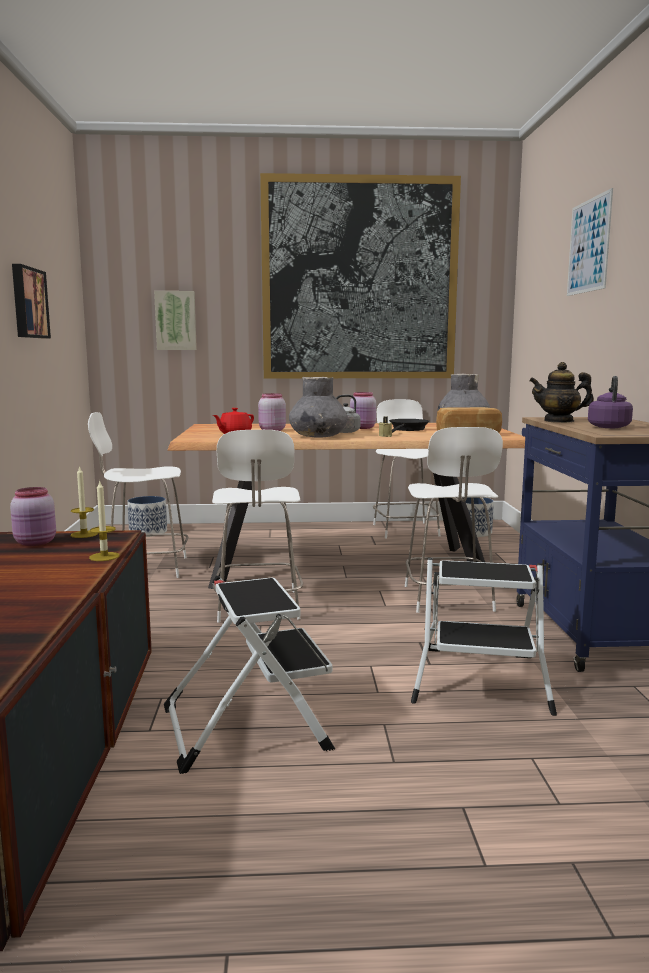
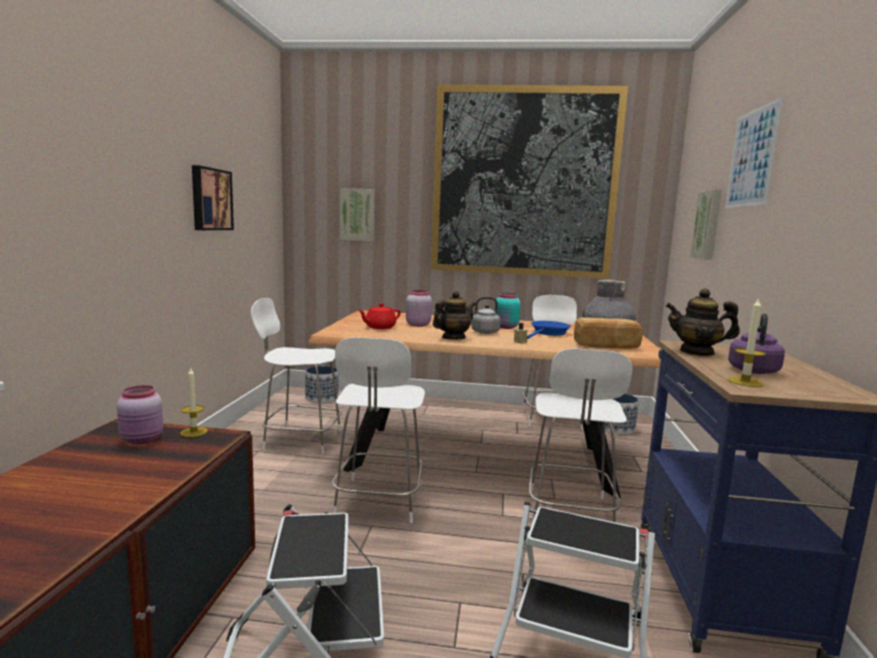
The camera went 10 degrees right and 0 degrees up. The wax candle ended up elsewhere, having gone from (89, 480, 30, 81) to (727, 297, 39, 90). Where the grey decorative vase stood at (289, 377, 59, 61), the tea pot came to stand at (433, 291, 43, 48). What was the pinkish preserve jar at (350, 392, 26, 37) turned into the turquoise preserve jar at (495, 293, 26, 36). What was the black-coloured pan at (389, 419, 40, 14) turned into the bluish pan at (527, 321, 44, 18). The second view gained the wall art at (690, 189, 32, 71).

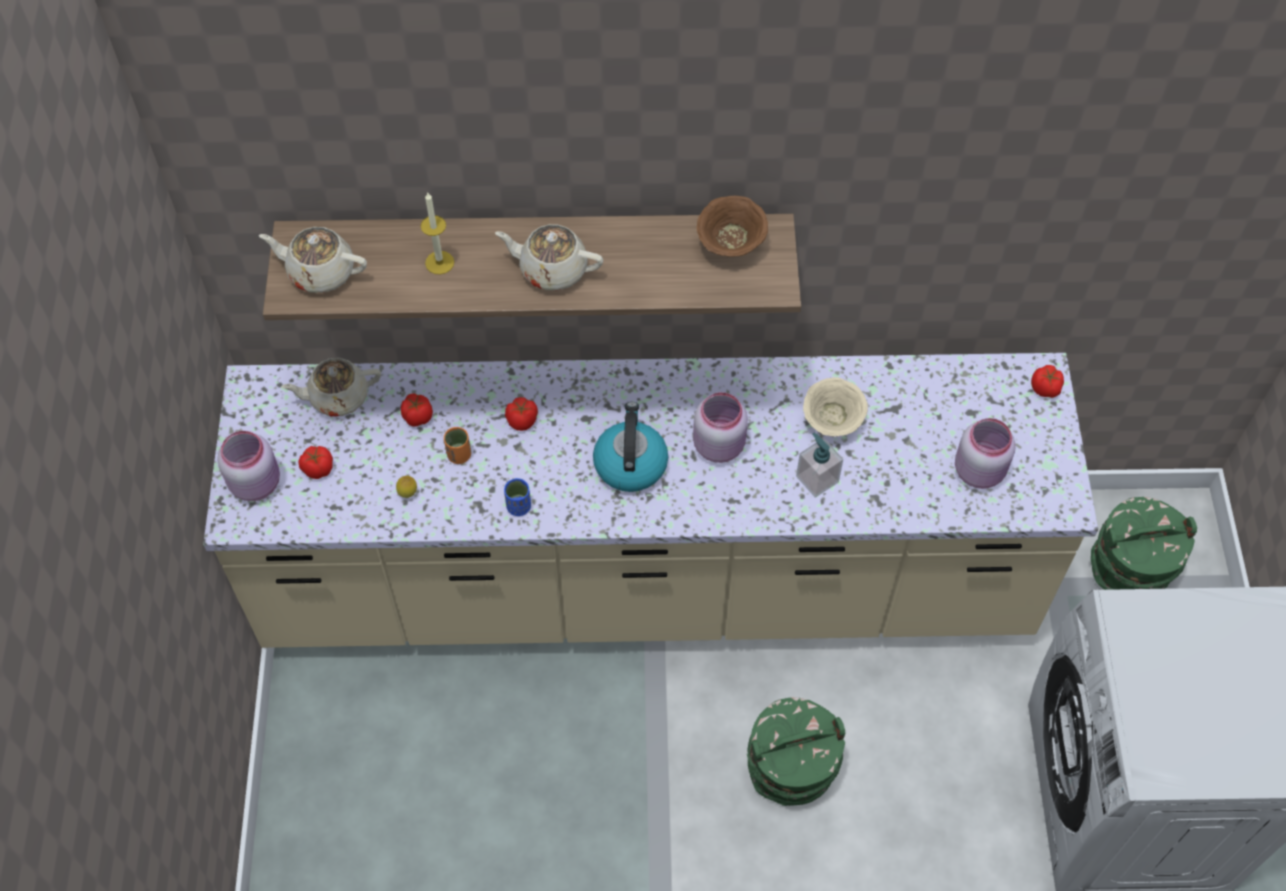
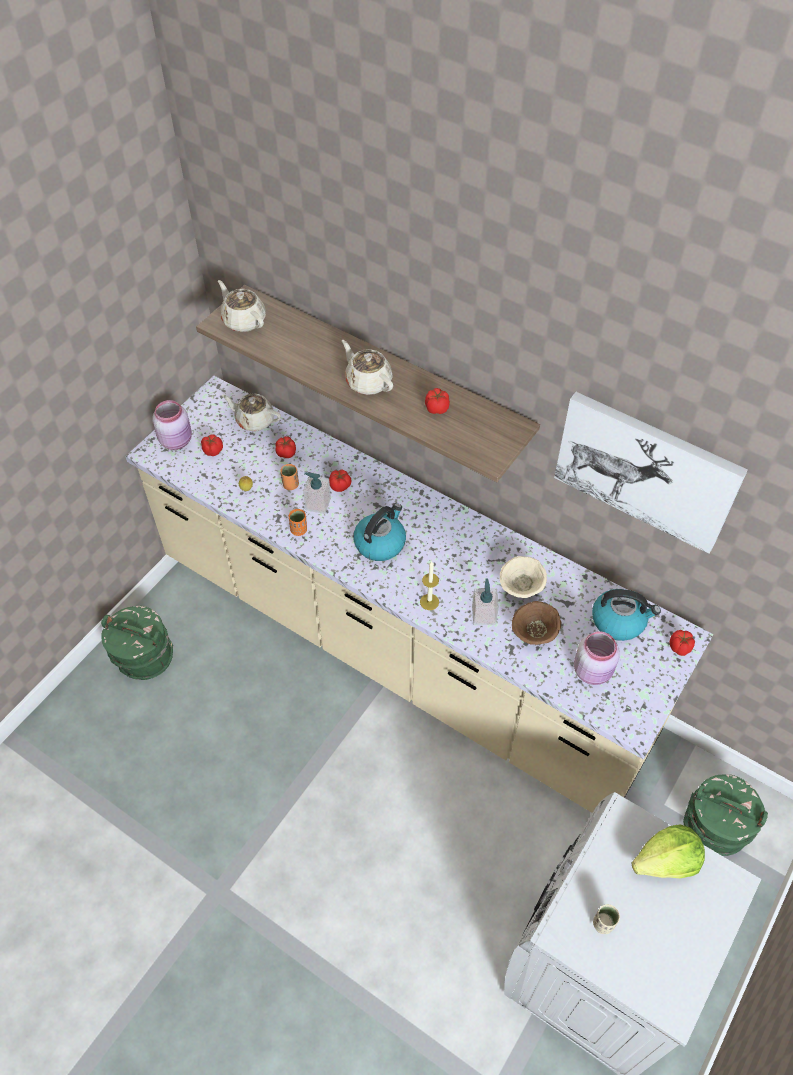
The camera went 35 degrees right and 5 degrees down. The wax candle ended up elsewhere, having gone from (421, 192, 33, 83) to (420, 561, 19, 49). What was the bluish cup at (504, 478, 27, 38) turned into the orange-coloured cup at (289, 509, 18, 27). The second view lost the pinkish preserve jar at (693, 392, 55, 71). The brown-coloured deep dish ended up elsewhere, having gone from (697, 196, 71, 61) to (512, 601, 49, 44). The green bucket ended up elsewhere, having gone from (747, 697, 98, 109) to (101, 606, 72, 74). The second view gained the liquid soap bottle at (303, 472, 28, 42). The second view gained the whole tomato at (425, 388, 25, 26). The second view gained the wall art at (554, 392, 194, 162). The second view gained the kettle at (592, 589, 69, 52). The second view gained the beige cup at (593, 904, 27, 30). The second view gained the head of lettuce at (631, 825, 74, 53).

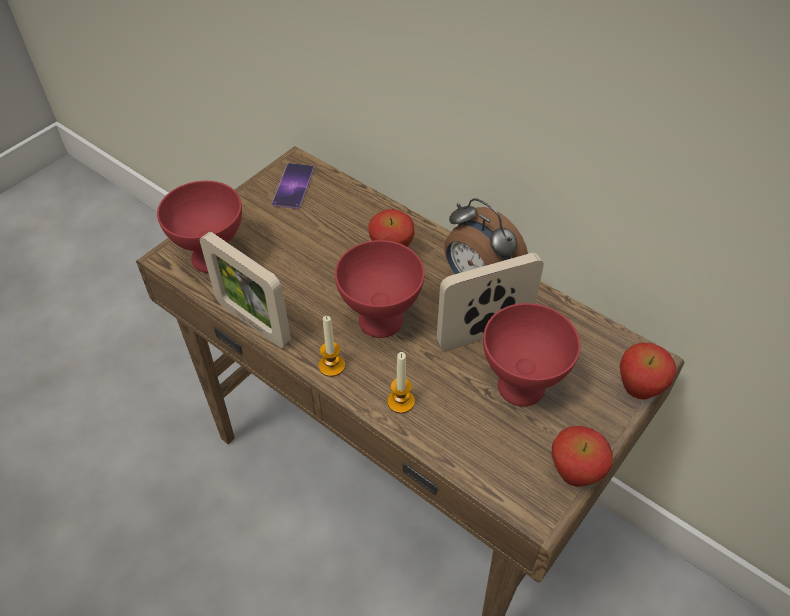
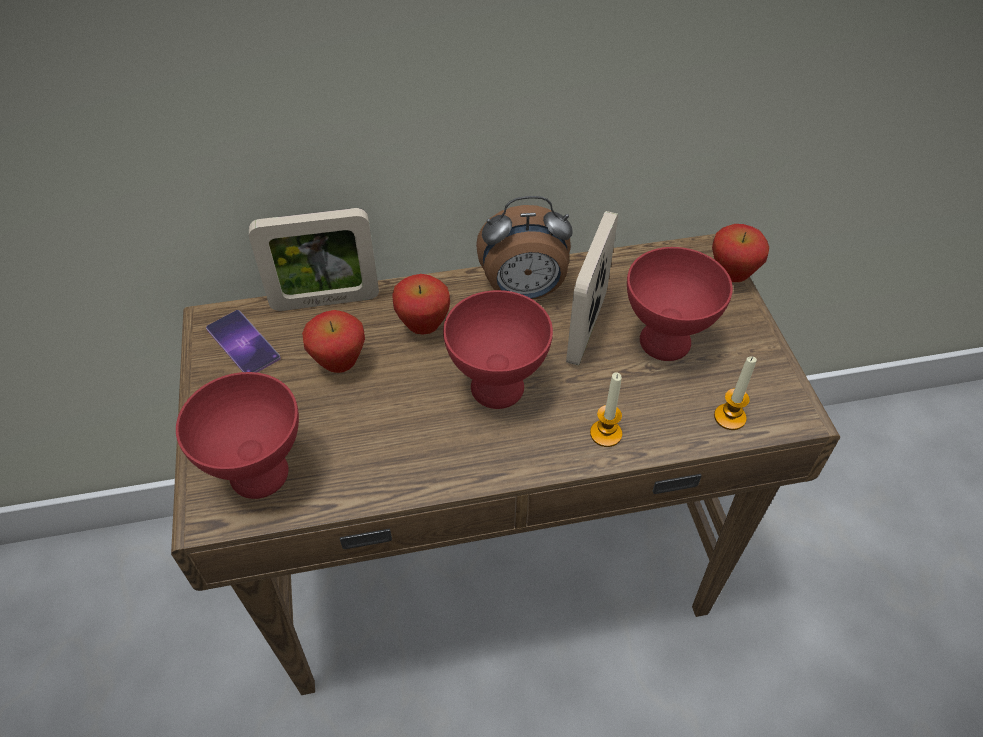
The camera went 50 degrees left and 0 degrees up. The picture frame ended up elsewhere, having gone from (200, 232, 91, 116) to (249, 208, 130, 103). The wax candle ended up elsewhere, having gone from (318, 316, 27, 61) to (714, 356, 43, 74). The apple fruit ended up elsewhere, having gone from (552, 426, 61, 61) to (302, 310, 63, 63).

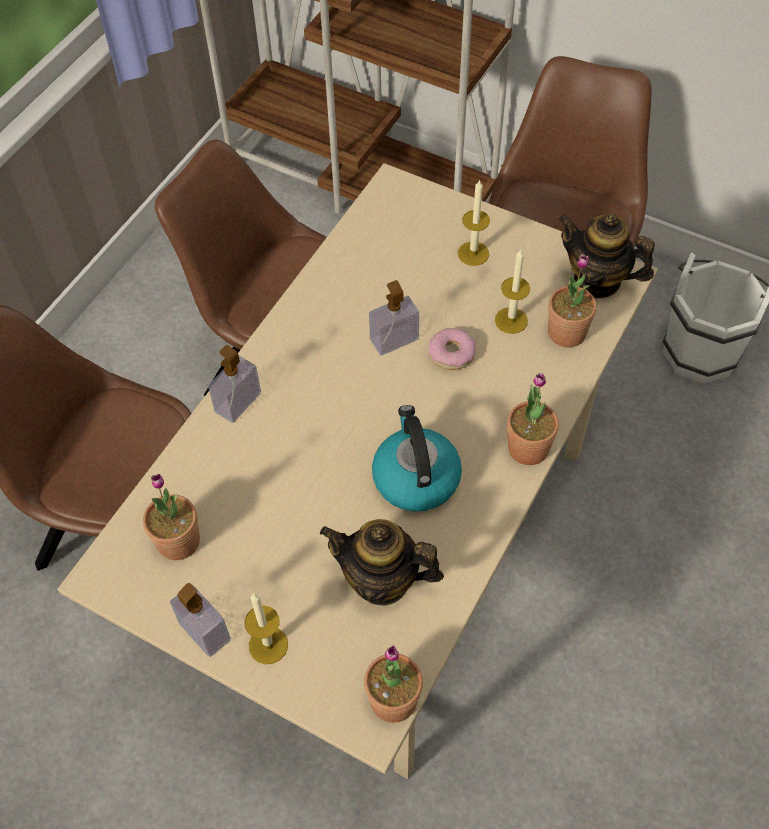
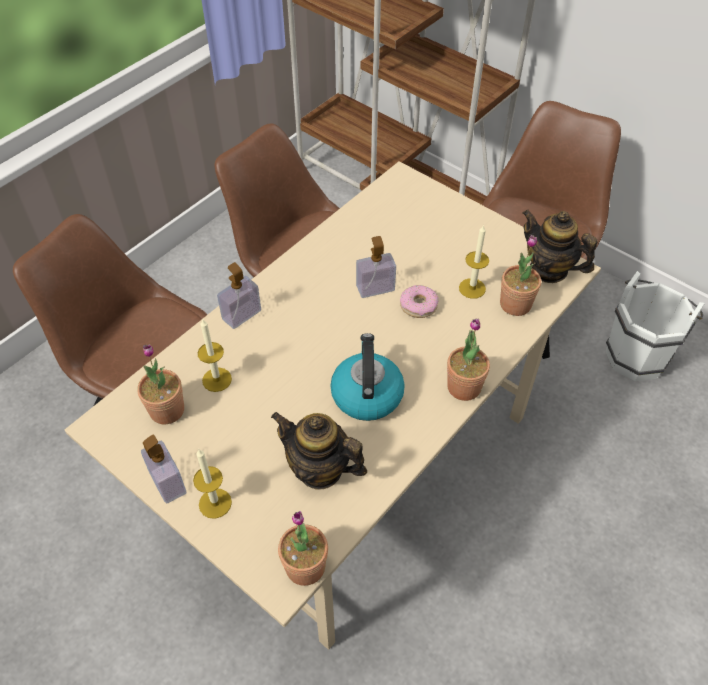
The camera went 10 degrees right and 5 degrees down. The wax candle ended up elsewhere, having gone from (458, 179, 32, 87) to (198, 320, 34, 72).

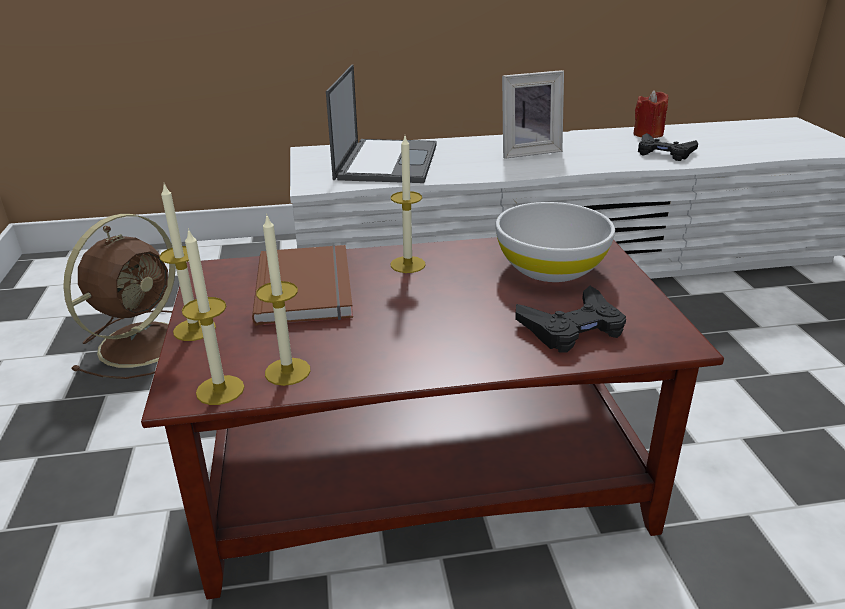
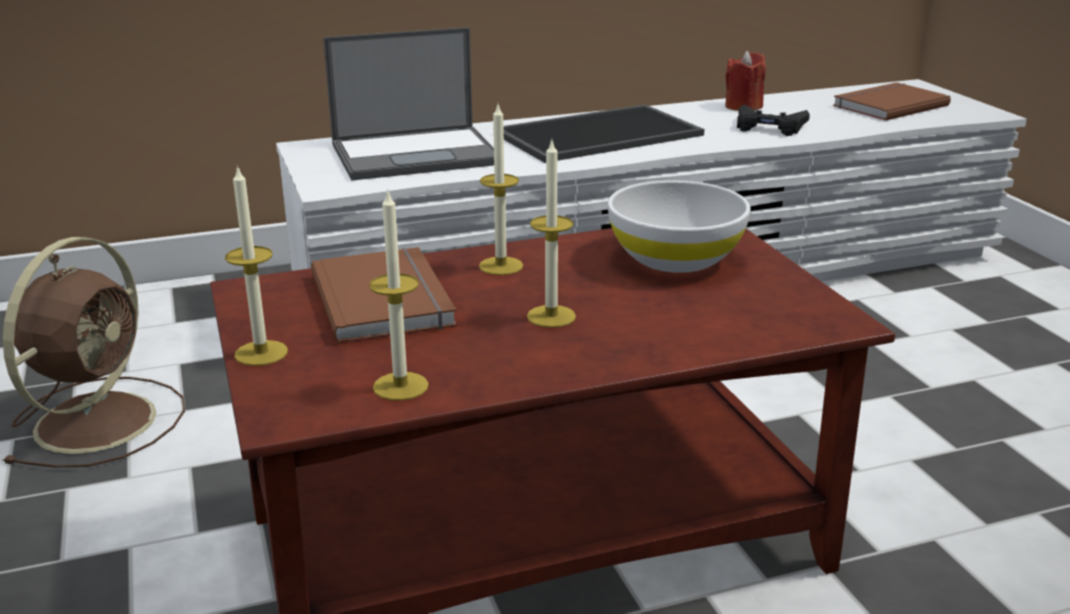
The camera went 10 degrees left and 5 degrees down. The wax candle ended up elsewhere, having gone from (182, 228, 62, 177) to (527, 141, 49, 187). The laptop at (326, 64, 110, 119) ended up facing another way, 75 degrees clockwise from before. Where the picture frame stood at (502, 70, 62, 89), the serving tray came to stand at (493, 104, 211, 59). The second view lost the black-coloured game controller at (515, 286, 111, 67). The second view gained the brown-coloured bound book at (833, 82, 118, 39).

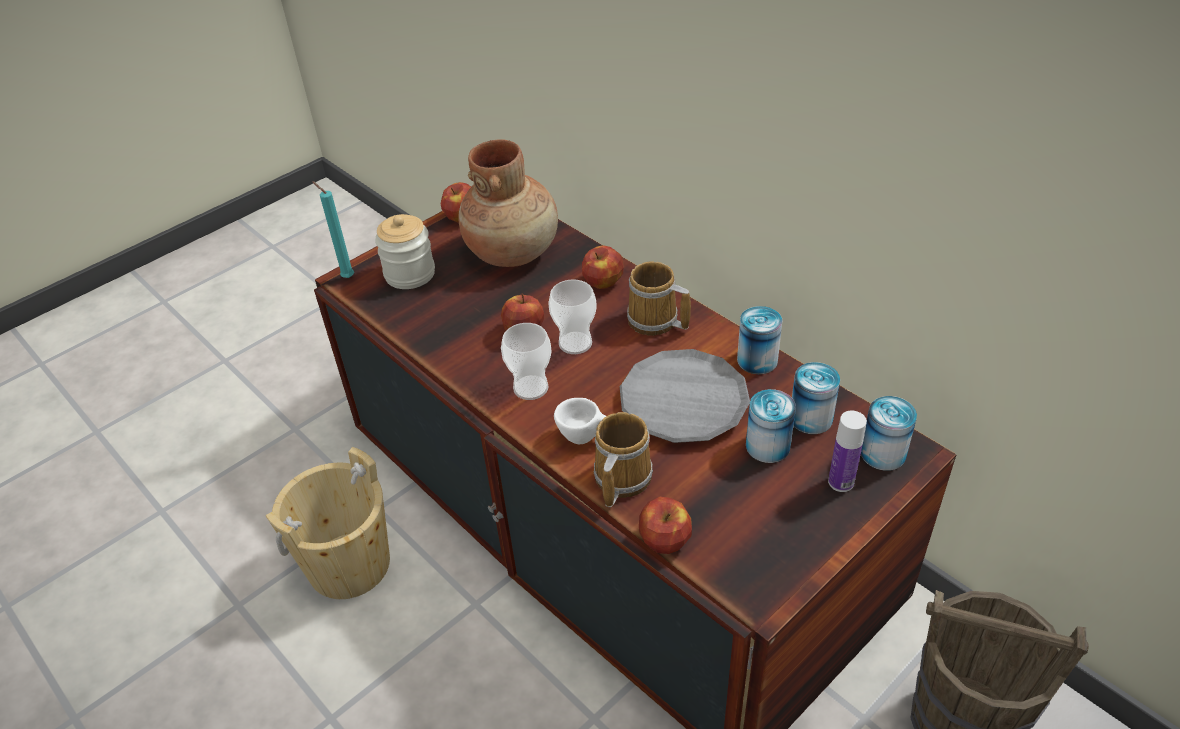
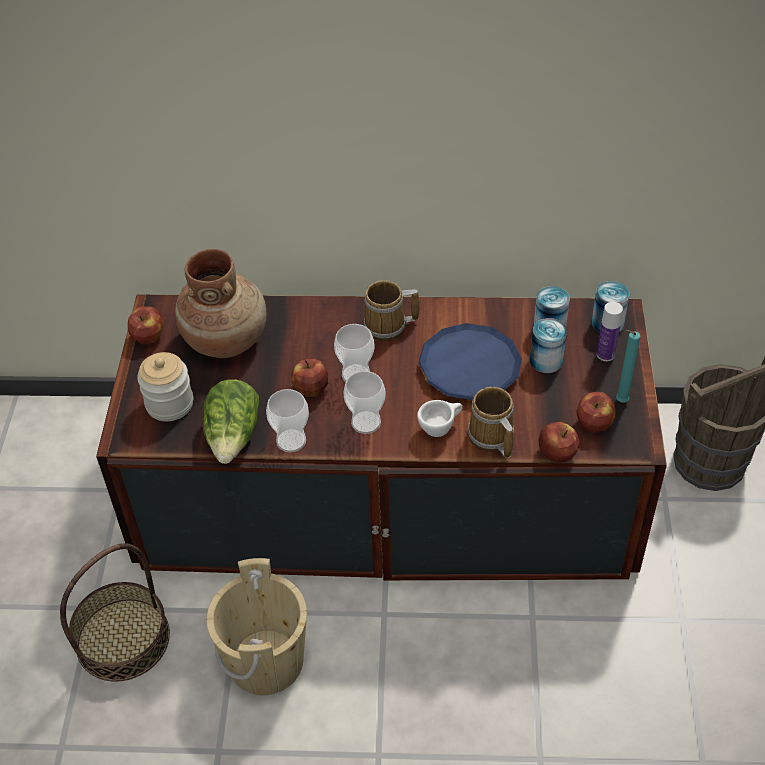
The camera went 45 degrees left and 5 degrees up. The turquoise wax candle ended up elsewhere, having gone from (312, 181, 42, 97) to (616, 330, 24, 72). The apple fruit ended up elsewhere, having gone from (582, 245, 41, 44) to (577, 392, 39, 41). What was the grey flat dish at (620, 349, 130, 94) turned into the bluish flat dish at (418, 323, 104, 77). The second view lost the sealed can at (737, 306, 45, 68). The second view gained the basket at (60, 543, 110, 139). The second view gained the head of lettuce at (203, 380, 56, 84). The second view gained the cup at (266, 389, 43, 63).

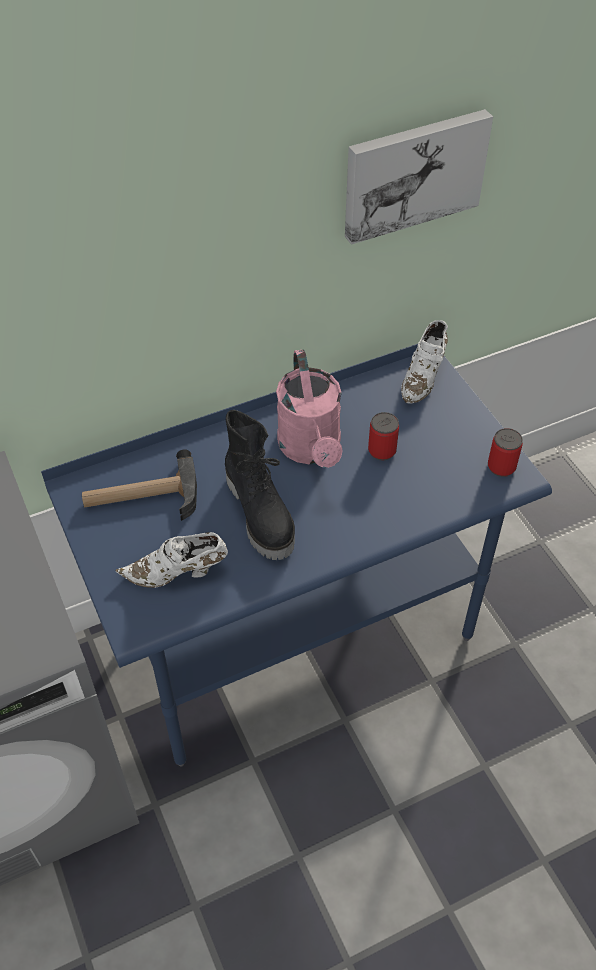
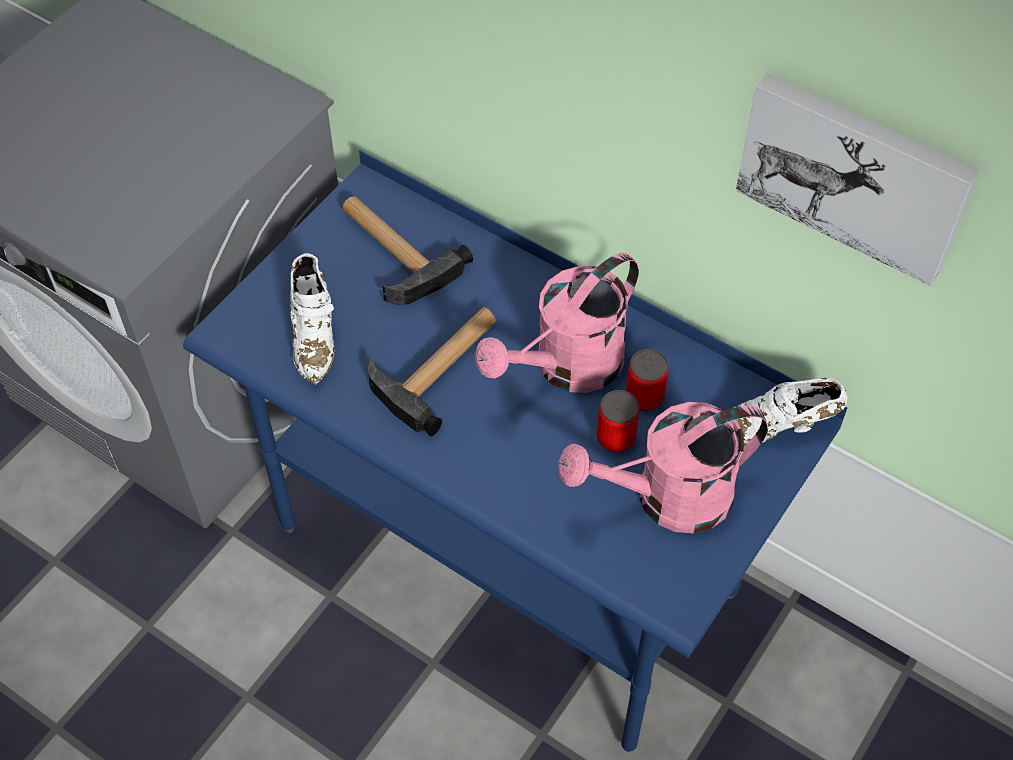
The camera went 60 degrees right and 5 degrees up. The whitish low shoe at (116, 532, 112, 56) ended up facing another way, 150 degrees counterclockwise from before. Where the black-coloured tall boot stood at (225, 410, 70, 150), the tool hammer came to stand at (368, 307, 128, 130). The sealed can ended up elsewhere, having gone from (488, 428, 35, 49) to (626, 349, 42, 62). The second view gained the pinkish watering can at (558, 402, 210, 132).

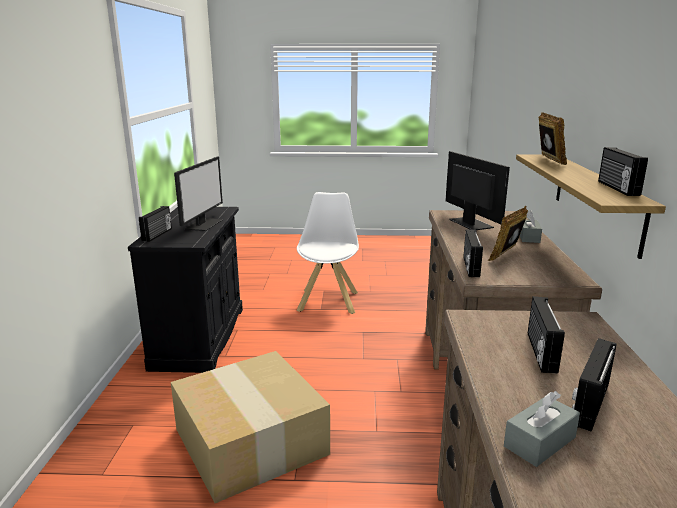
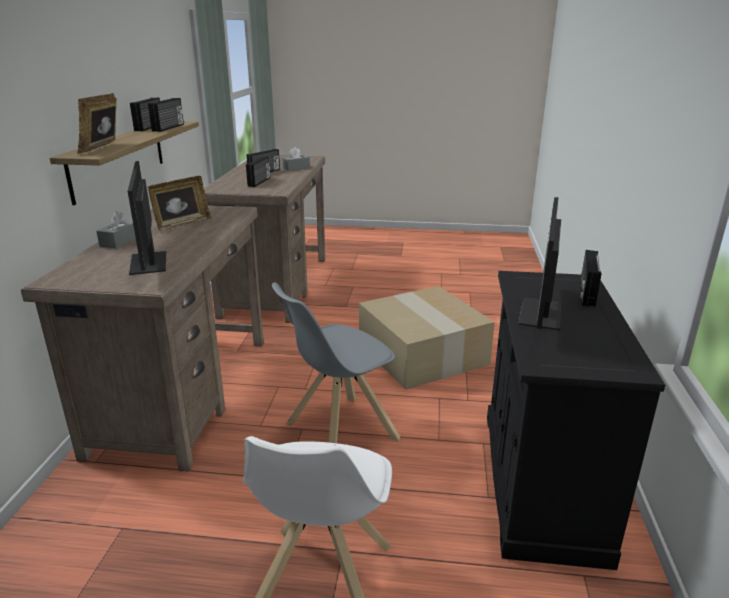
The camera went 175 degrees left and 5 degrees up. The radio receiver ended up elsewhere, having gone from (463, 229, 20, 48) to (148, 98, 36, 34). The second view gained the grey plain chair at (272, 282, 128, 161).

